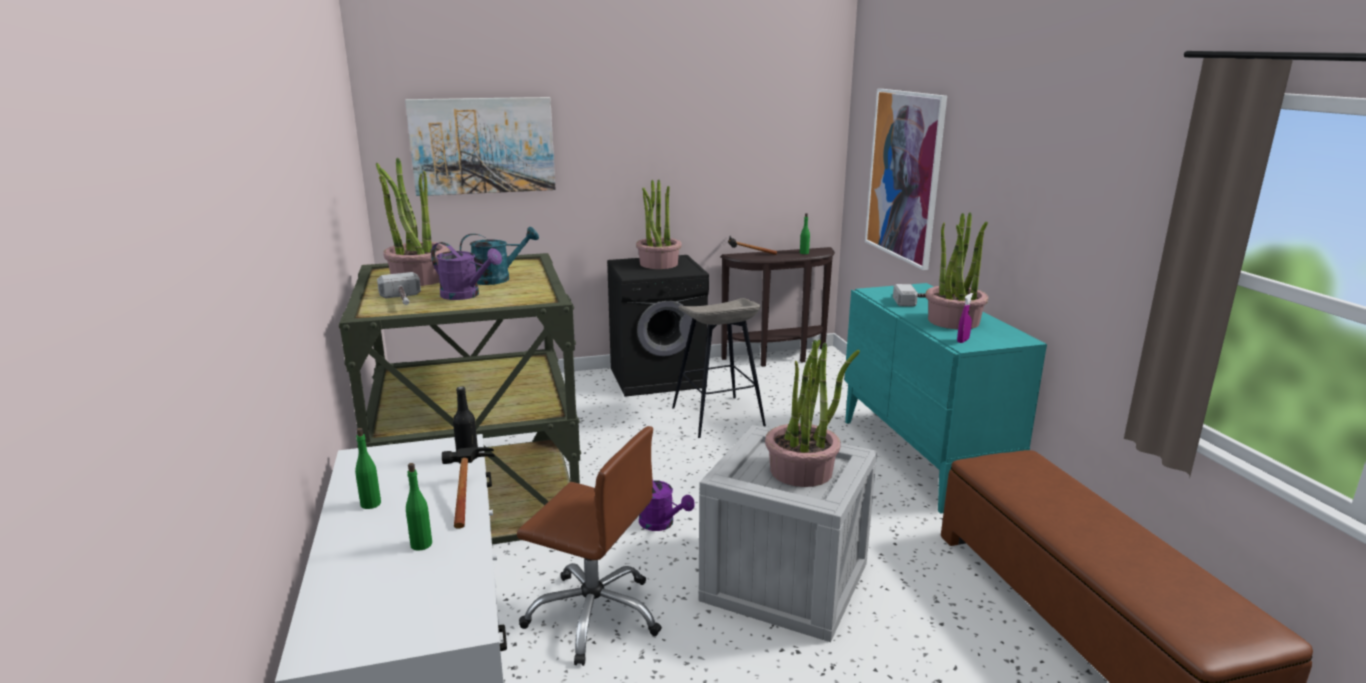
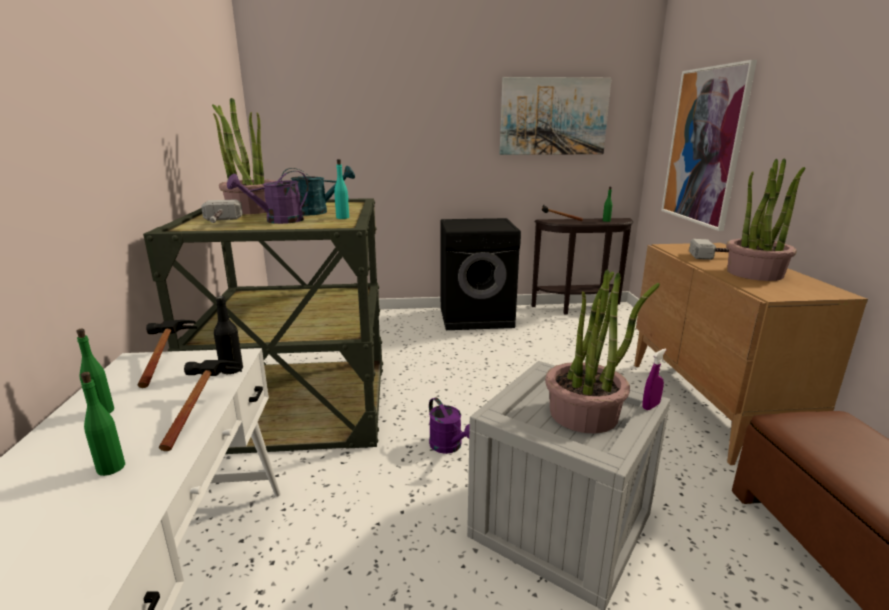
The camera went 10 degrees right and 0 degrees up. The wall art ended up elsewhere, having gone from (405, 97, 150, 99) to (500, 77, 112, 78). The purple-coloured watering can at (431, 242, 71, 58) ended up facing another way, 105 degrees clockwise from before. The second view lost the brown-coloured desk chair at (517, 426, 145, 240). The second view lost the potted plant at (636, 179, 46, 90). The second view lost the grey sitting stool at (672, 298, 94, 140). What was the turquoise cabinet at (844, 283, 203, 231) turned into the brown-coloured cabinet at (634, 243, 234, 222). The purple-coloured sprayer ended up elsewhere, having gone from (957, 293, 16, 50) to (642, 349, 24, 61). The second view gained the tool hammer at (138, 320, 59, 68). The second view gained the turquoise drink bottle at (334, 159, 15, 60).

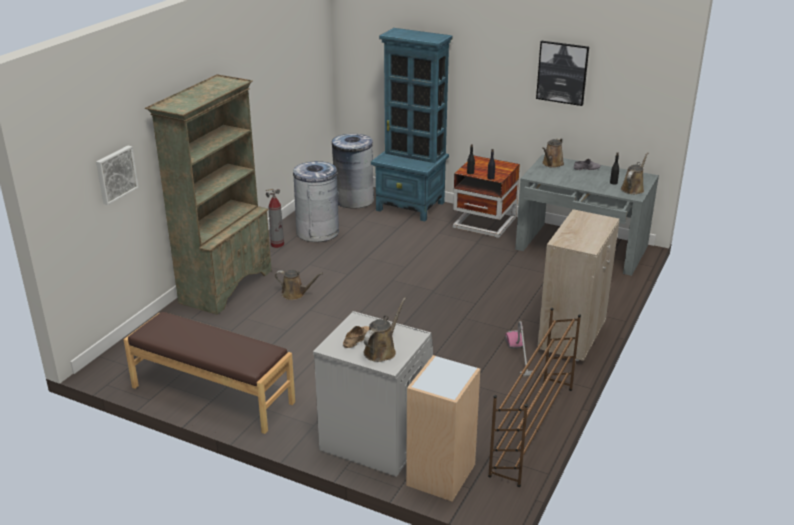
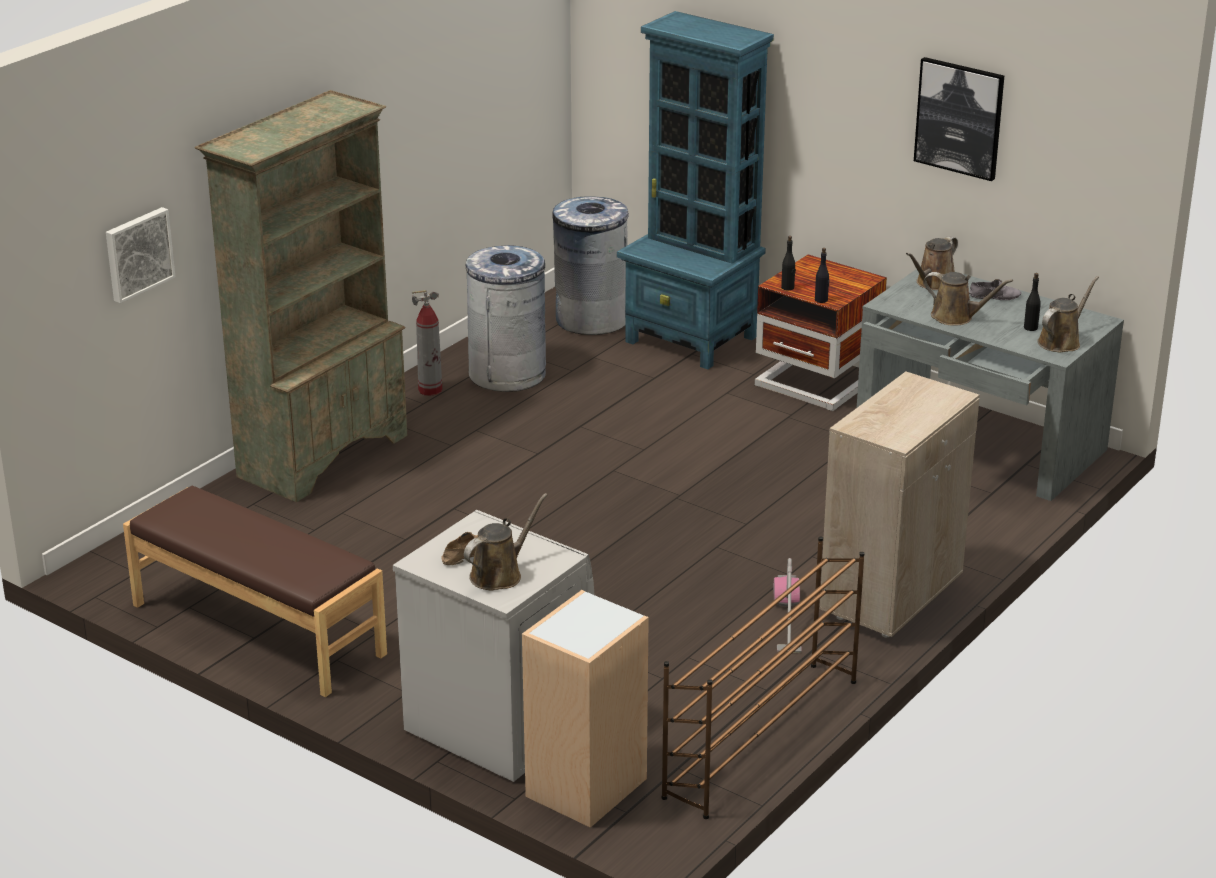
The camera went 10 degrees right and 0 degrees up. The brown-coloured watering can ended up elsewhere, having gone from (275, 270, 48, 30) to (923, 272, 90, 54).

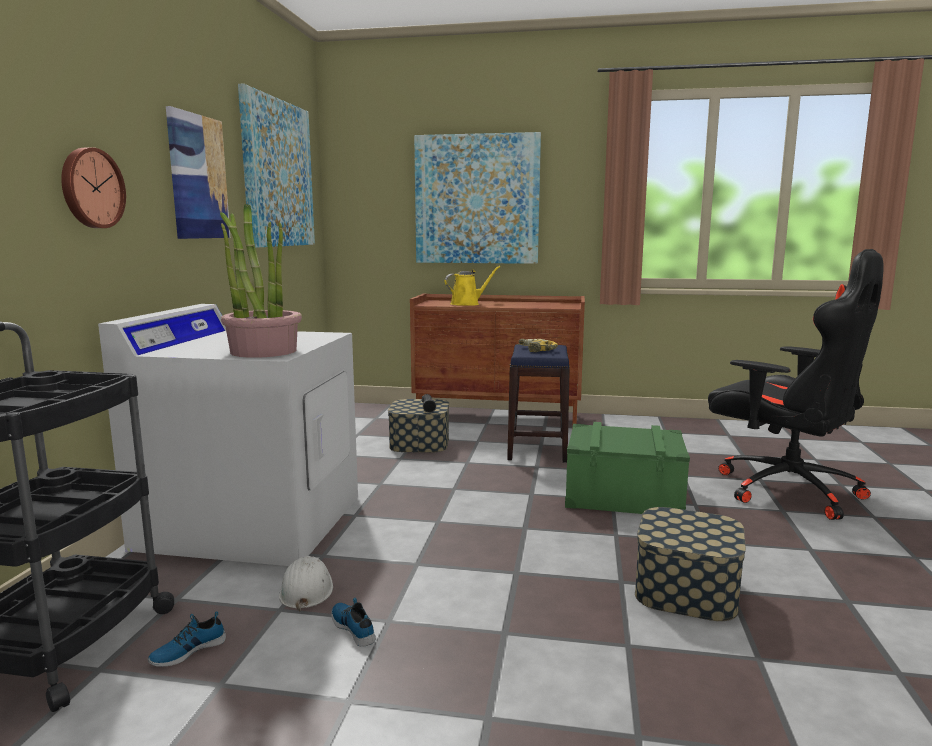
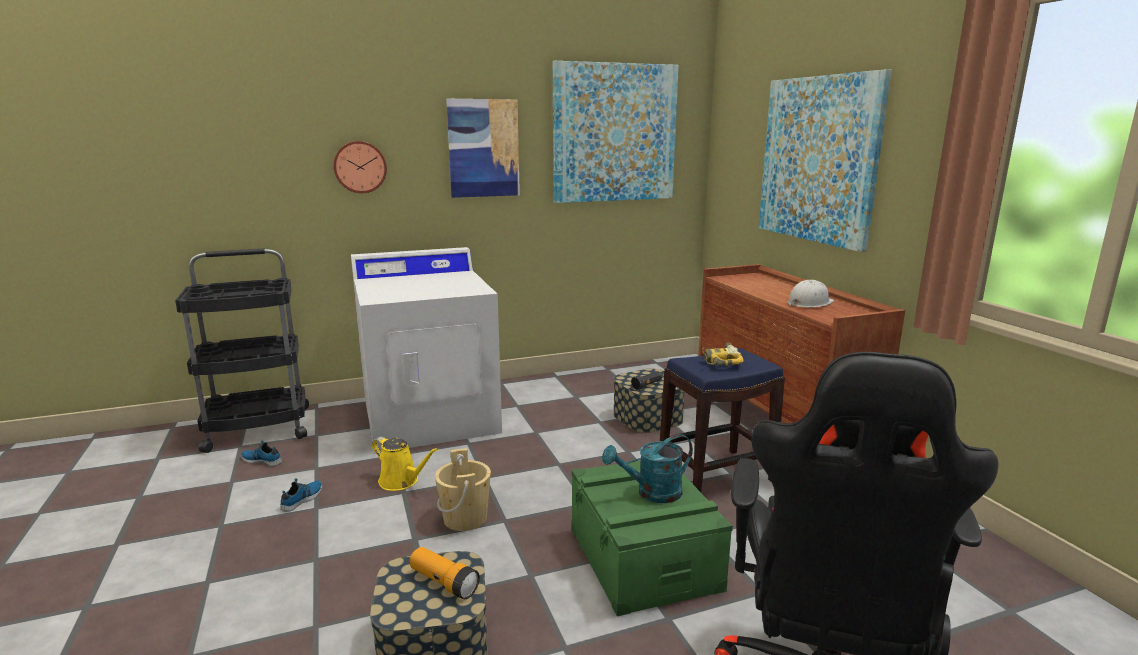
The camera went 60 degrees right and 5 degrees up. The second view lost the potted plant at (220, 204, 82, 154). The whitish safety helmet ended up elsewhere, having gone from (279, 556, 54, 55) to (787, 280, 48, 28). The yellowish watering can ended up elsewhere, having gone from (445, 266, 55, 40) to (372, 437, 66, 54). The second view gained the hand torch at (410, 547, 70, 52). The second view gained the beige bucket at (435, 448, 56, 83). The second view gained the turquoise watering can at (602, 434, 91, 69).

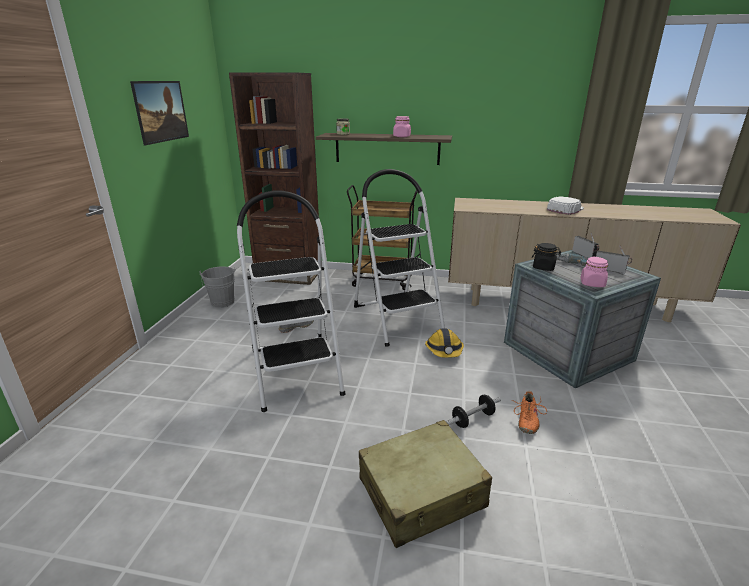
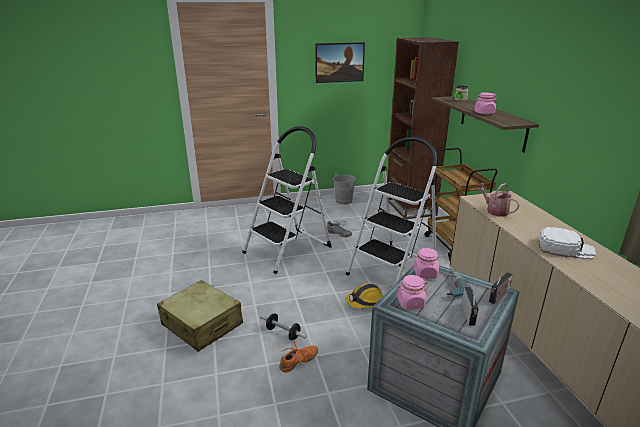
The camera went 65 degrees right and 0 degrees up. The orange-coloured low shoe at (512, 391, 35, 43) ended up facing another way, 150 degrees clockwise from before. What was the black-coloured preserve jar at (532, 243, 29, 28) turned into the pinkish preserve jar at (414, 247, 25, 32). The second view gained the watering can at (476, 182, 44, 35).

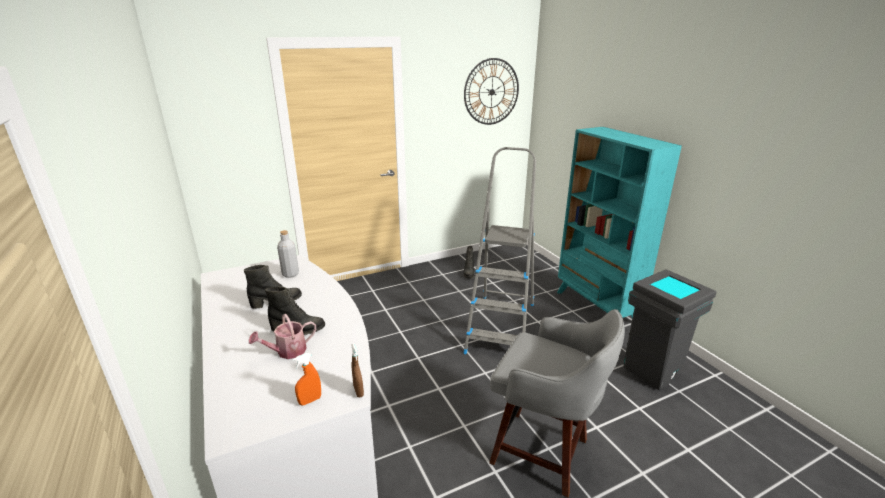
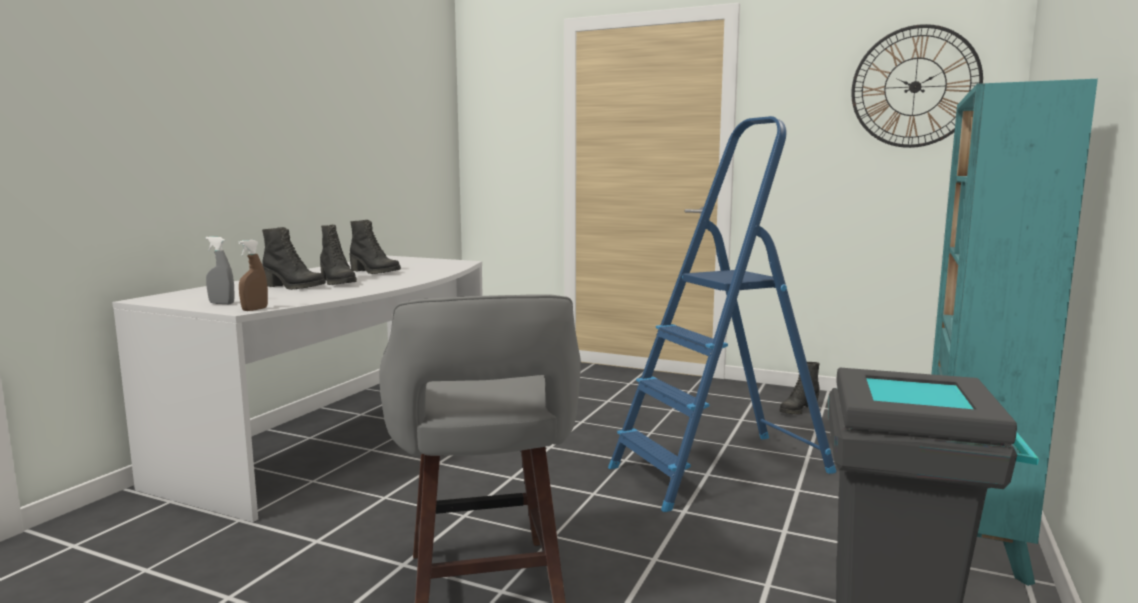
The camera went 50 degrees right and 15 degrees down. Where the watering can stood at (249, 314, 67, 45), the black-coloured tall boot came to stand at (262, 227, 64, 63). The second view lost the grey drink bottle at (277, 230, 22, 48). What was the orange-coloured sprayer at (293, 353, 28, 52) turned into the grey sprayer at (206, 236, 28, 68). What was the grey step ladder at (464, 147, 72, 207) turned into the bluish step ladder at (608, 116, 228, 396).

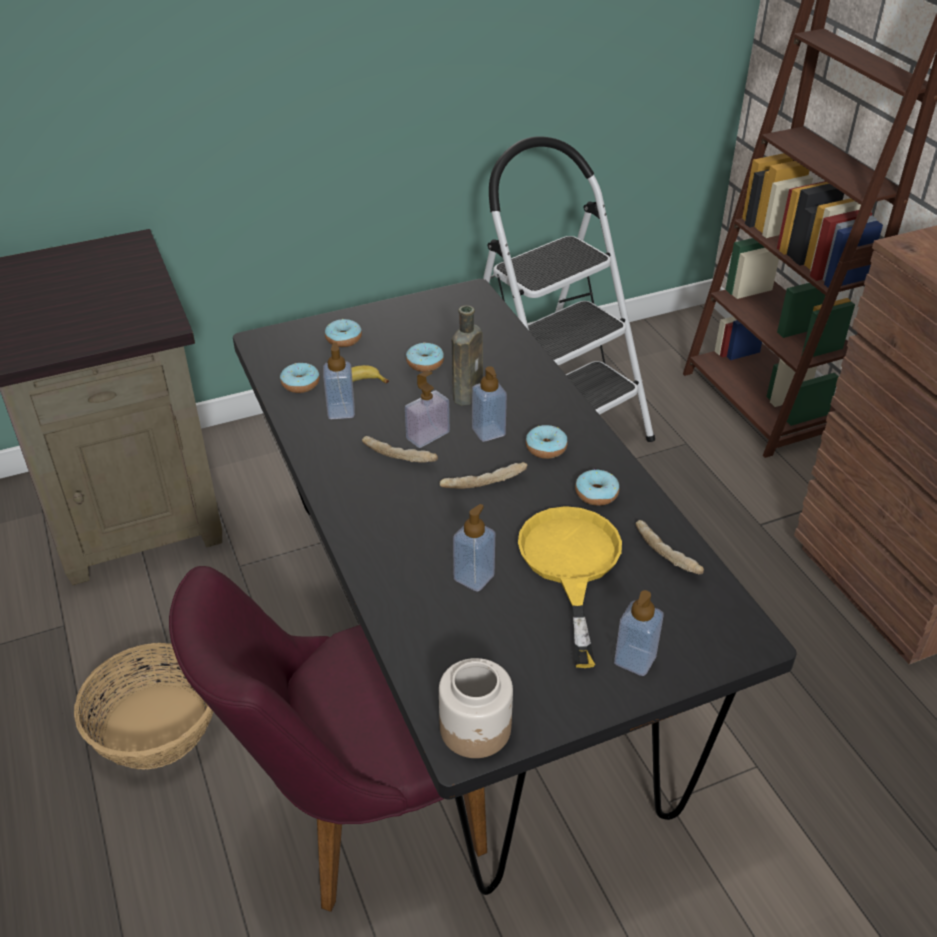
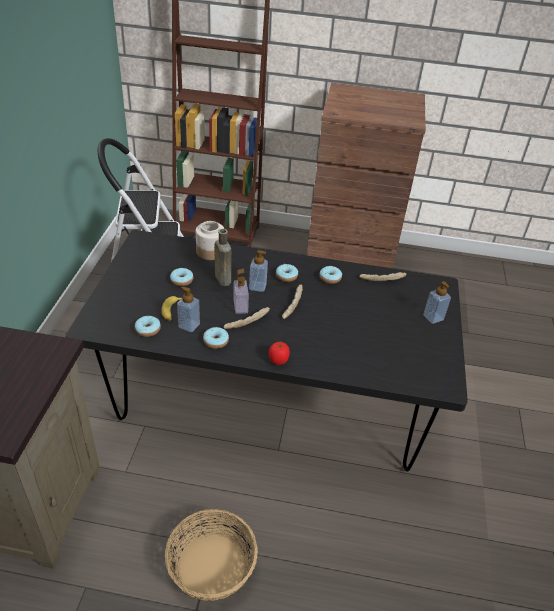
The camera went 60 degrees left and 0 degrees up. The second view lost the purple-coloured plain chair at (169, 566, 318, 346). The ring doughnut ended up elsewhere, having gone from (325, 319, 37, 28) to (203, 327, 26, 22). The preserve jar ended up elsewhere, having gone from (439, 658, 74, 100) to (196, 221, 28, 39). The second view lost the liquid soap bottle at (453, 504, 42, 88). The second view lost the yellowish pan at (518, 506, 104, 162). The second view gained the whole tomato at (269, 342, 21, 23).

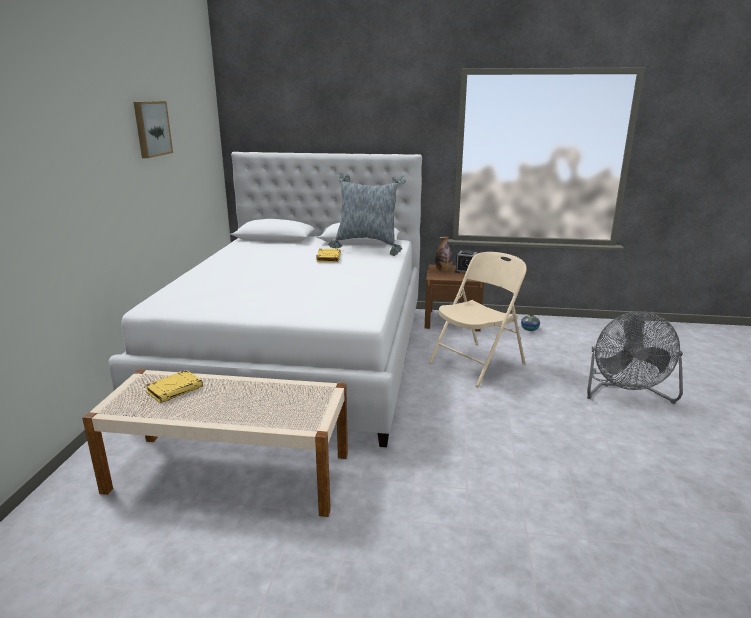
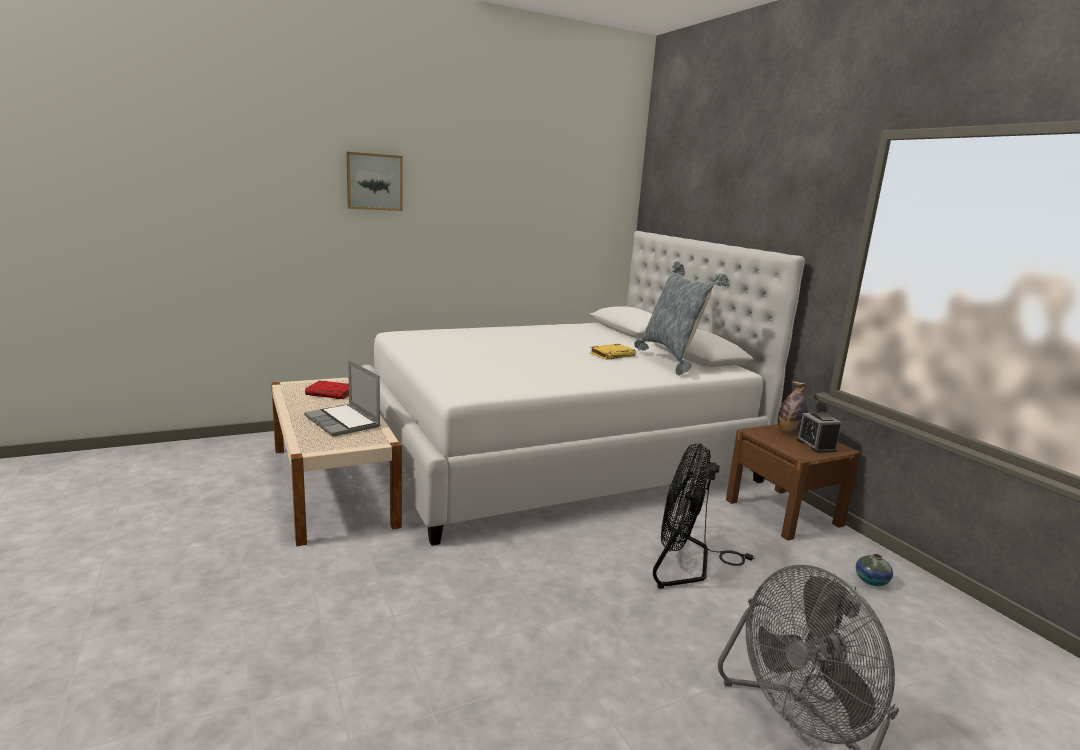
The camera went 55 degrees right and 5 degrees down. The wall art ended up elsewhere, having gone from (134, 101, 39, 57) to (347, 152, 56, 59). What was the yellowish bound book at (145, 370, 58, 33) turned into the reddish bound book at (305, 380, 44, 19). Where the beige plain chair stood at (428, 252, 99, 136), the black-coloured cooling fan came to stand at (653, 443, 102, 146). The second view gained the laptop at (304, 360, 77, 77).

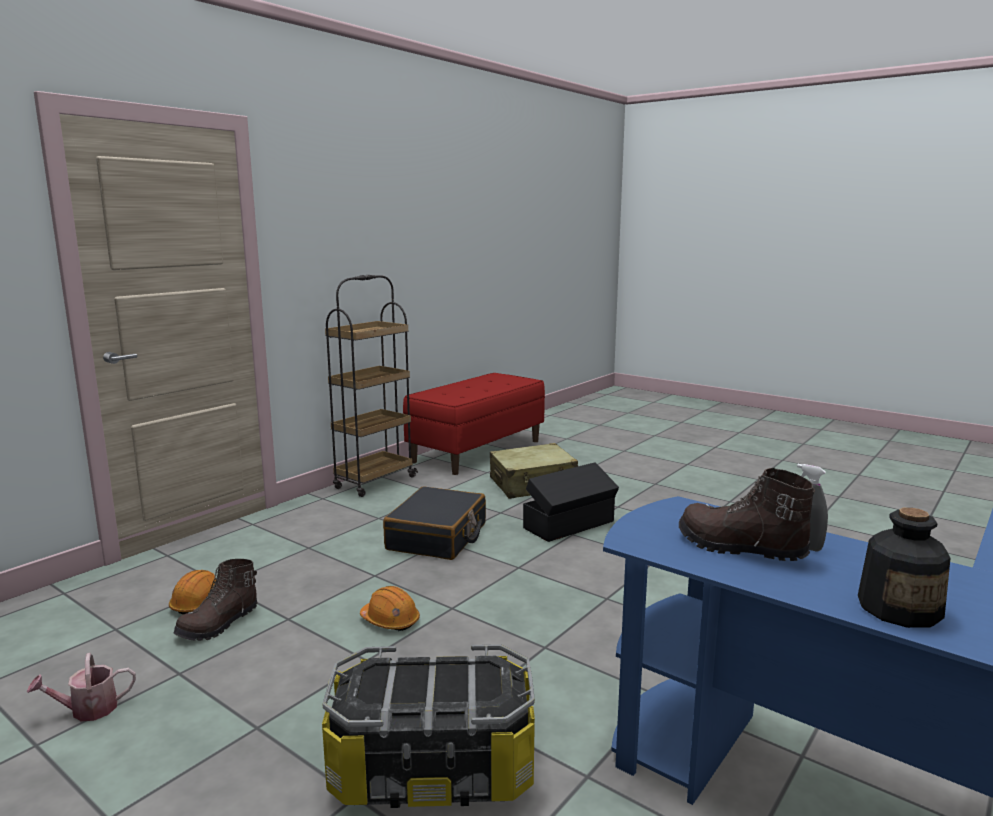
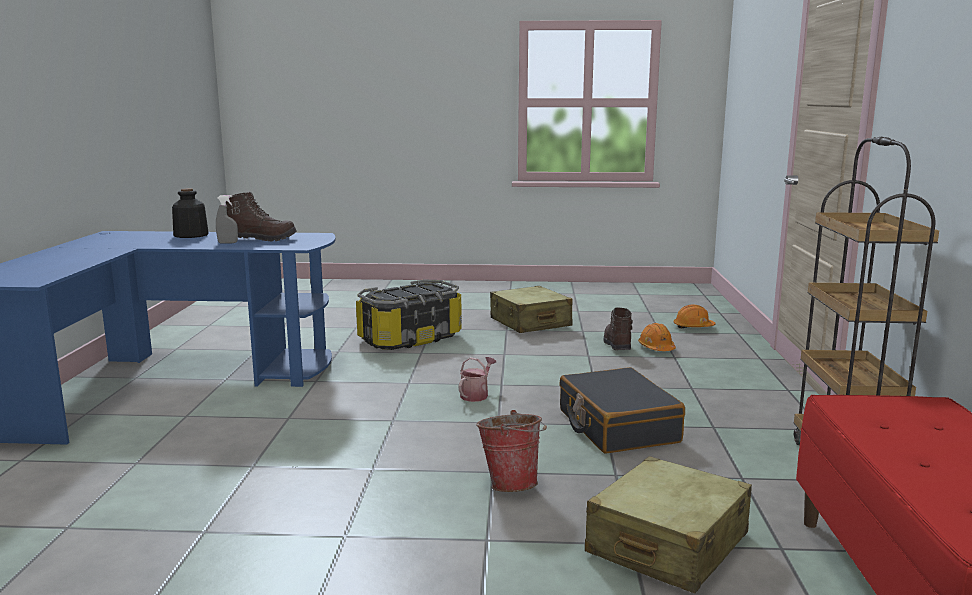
The camera went 145 degrees right and 0 degrees up. The watering can ended up elsewhere, having gone from (27, 653, 109, 68) to (459, 357, 37, 45). The orange-coloured safety helmet ended up elsewhere, having gone from (360, 586, 60, 45) to (674, 305, 42, 23). Where the black-coloured storage bin stood at (523, 462, 96, 80), the bucket came to stand at (476, 410, 71, 82). The second view gained the beige piece of luggage at (490, 286, 83, 47).

